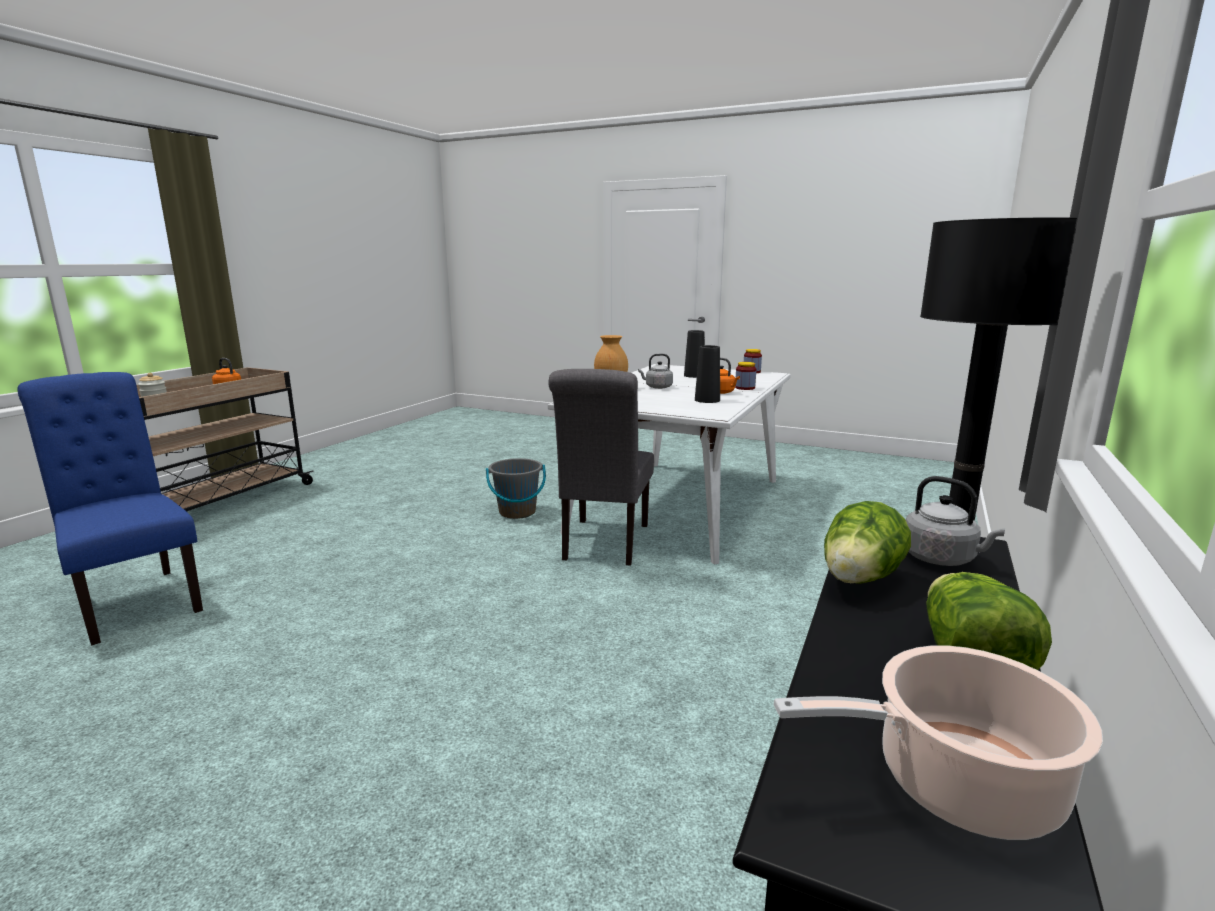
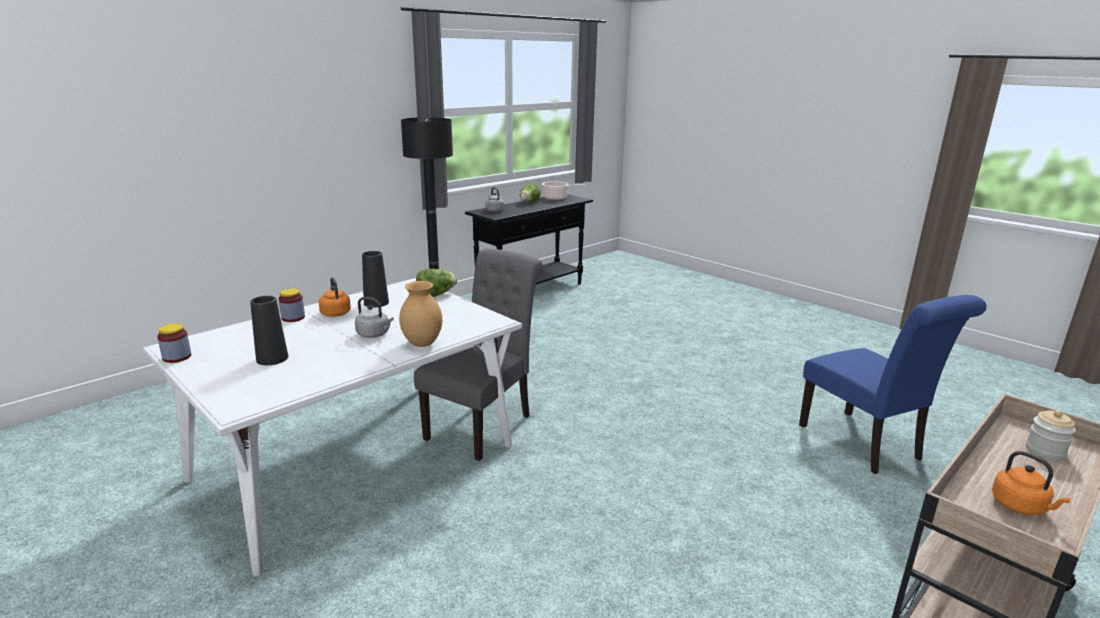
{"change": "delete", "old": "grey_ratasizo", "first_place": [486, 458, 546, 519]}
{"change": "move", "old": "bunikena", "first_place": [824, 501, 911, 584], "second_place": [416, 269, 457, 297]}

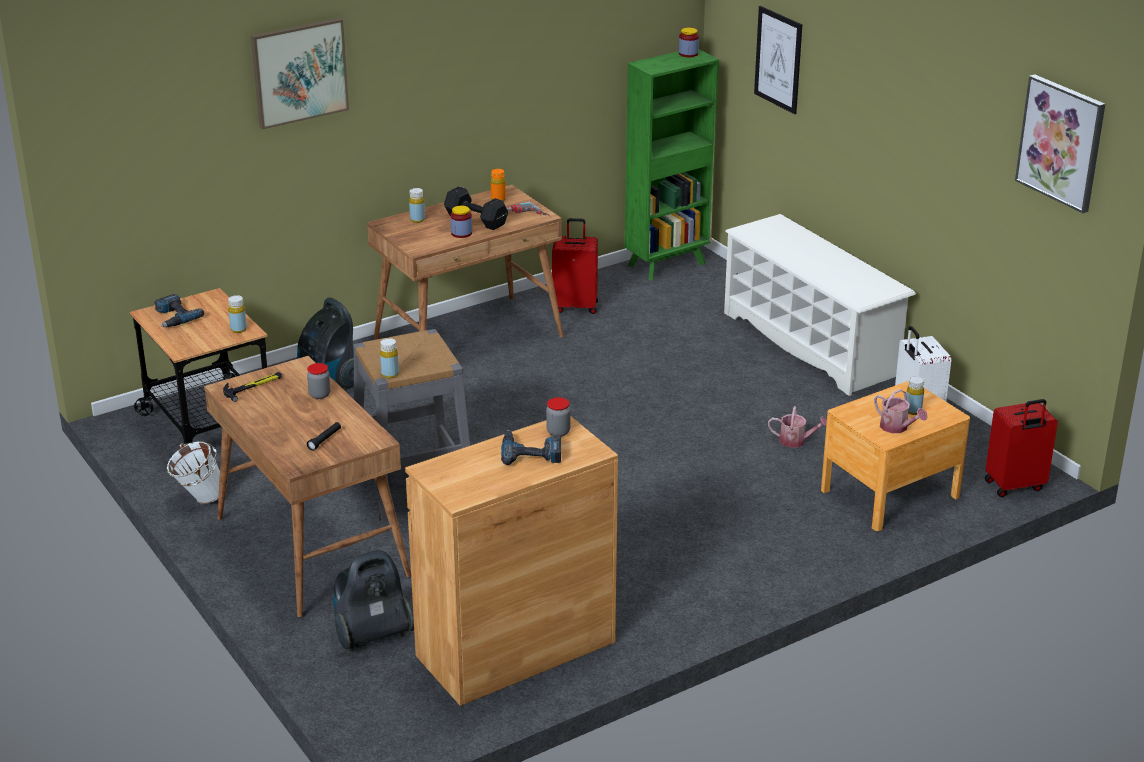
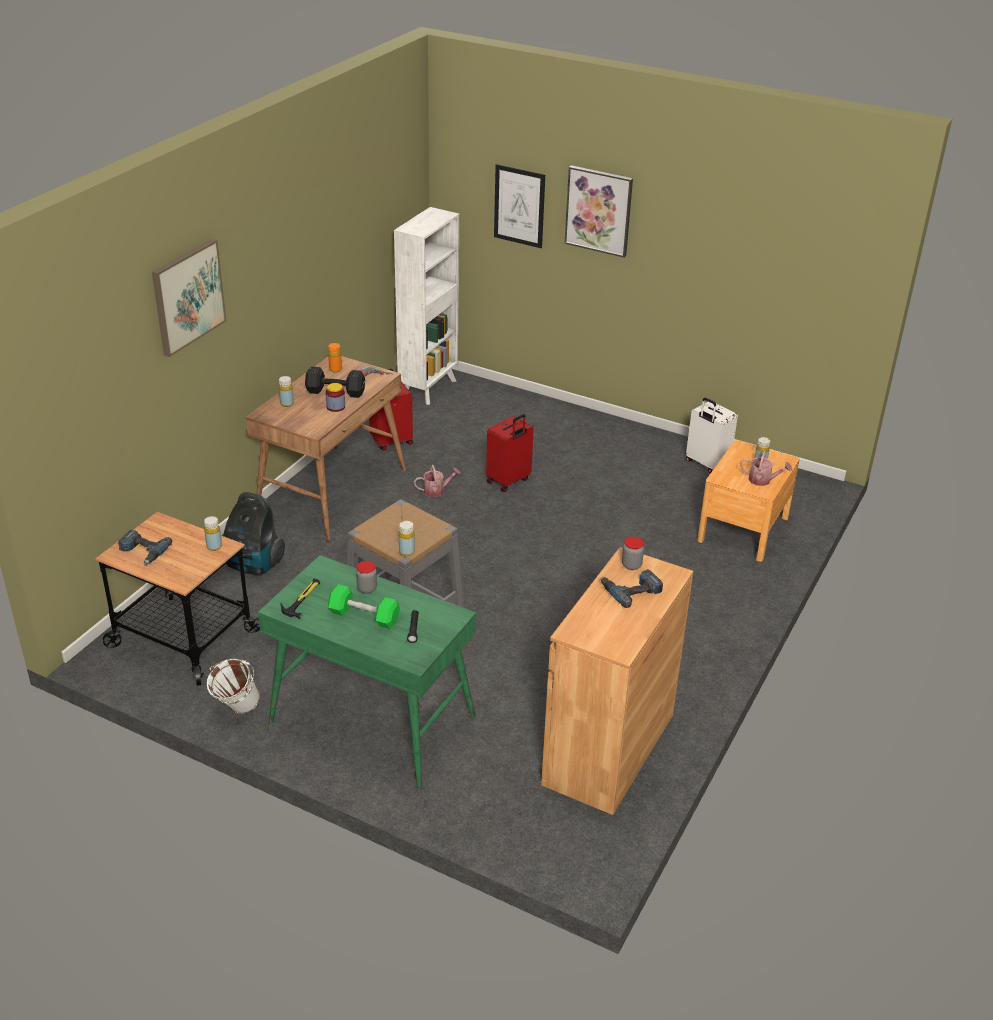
{"change": "delete", "old": "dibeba", "first_place": [679, 28, 699, 57]}
{"change": "recolor", "old": "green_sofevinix", "new": "white_sofevinix", "first_place": [625, 50, 719, 281], "second_place": [394, 207, 459, 405]}
{"change": "move", "old": "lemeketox", "first_place": [1015, 74, 1105, 213], "second_place": [564, 165, 633, 257]}
{"change": "delete", "old": "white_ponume", "first_place": [724, 214, 916, 396]}
{"change": "recolor", "old": "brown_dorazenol", "new": "green_dorazenol", "first_place": [204, 356, 411, 617], "second_place": [258, 555, 476, 788]}
{"change": "move", "old": "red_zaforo", "first_place": [985, 399, 1058, 497], "second_place": [486, 414, 534, 492]}
{"change": "move", "old": "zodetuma", "first_place": [768, 406, 827, 448], "second_place": [414, 465, 461, 497]}
{"change": "delete", "old": "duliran", "first_place": [334, 550, 414, 651]}
{"change": "insert", "new": "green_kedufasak", "second_place": [328, 584, 400, 629]}

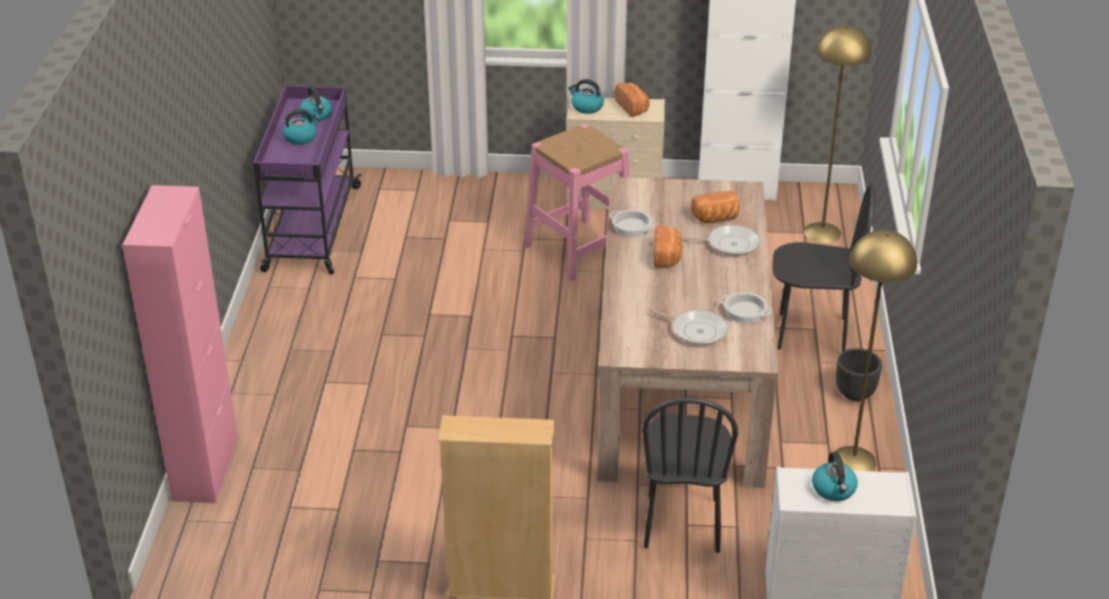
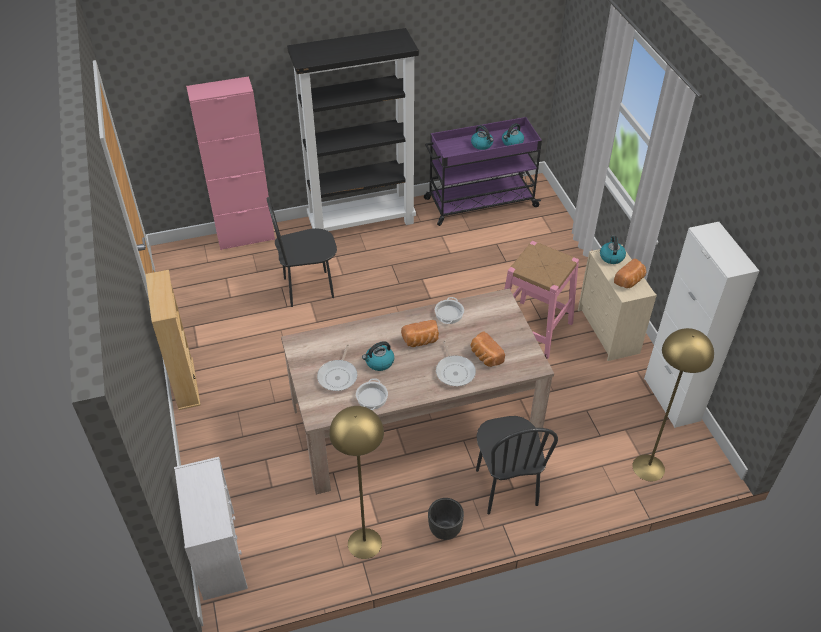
{"change": "move", "old": "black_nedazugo", "first_place": [642, 398, 738, 553], "second_place": [266, 197, 337, 307]}
{"change": "move", "old": "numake", "first_place": [812, 452, 858, 501], "second_place": [362, 341, 394, 371]}
{"change": "insert", "new": "black_sofevinix", "second_place": [287, 28, 419, 231]}

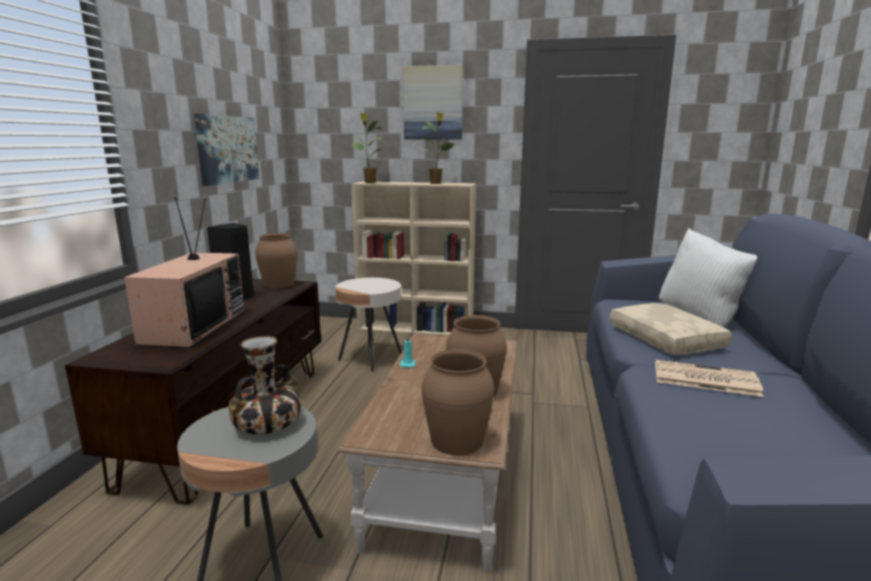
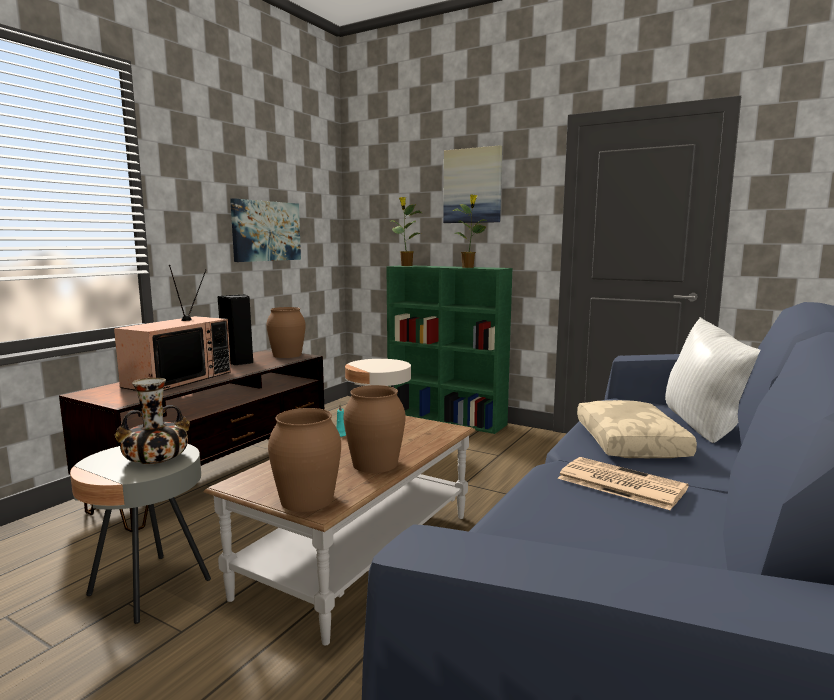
{"change": "recolor", "old": "beige_sofevinix", "new": "green_sofevinix", "first_place": [351, 182, 476, 336], "second_place": [386, 265, 512, 434]}

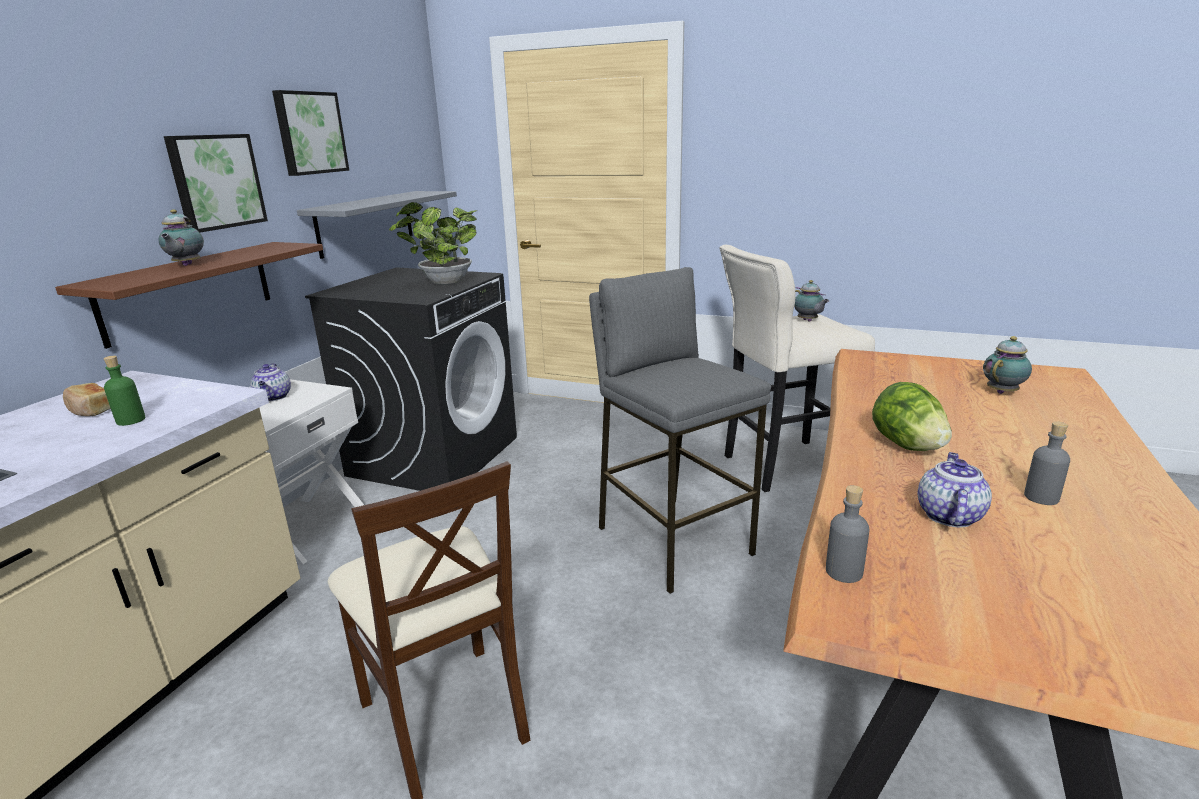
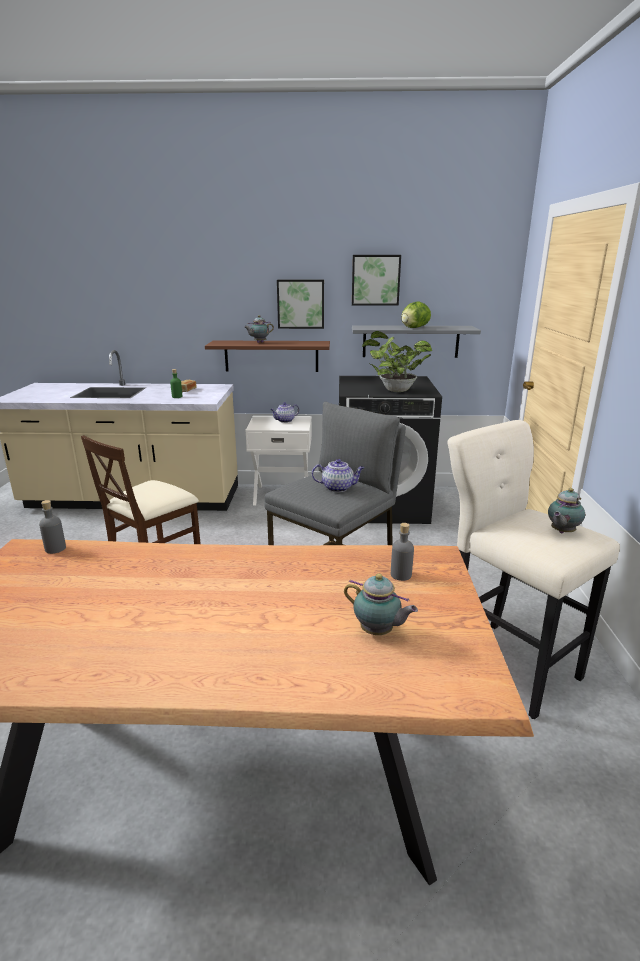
{"change": "move", "old": "bunikena", "first_place": [872, 382, 952, 451], "second_place": [401, 301, 431, 328]}
{"change": "move", "old": "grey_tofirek", "first_place": [1024, 421, 1070, 505], "second_place": [391, 523, 414, 581]}
{"change": "move", "old": "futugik", "first_place": [918, 452, 992, 527], "second_place": [312, 459, 365, 492]}

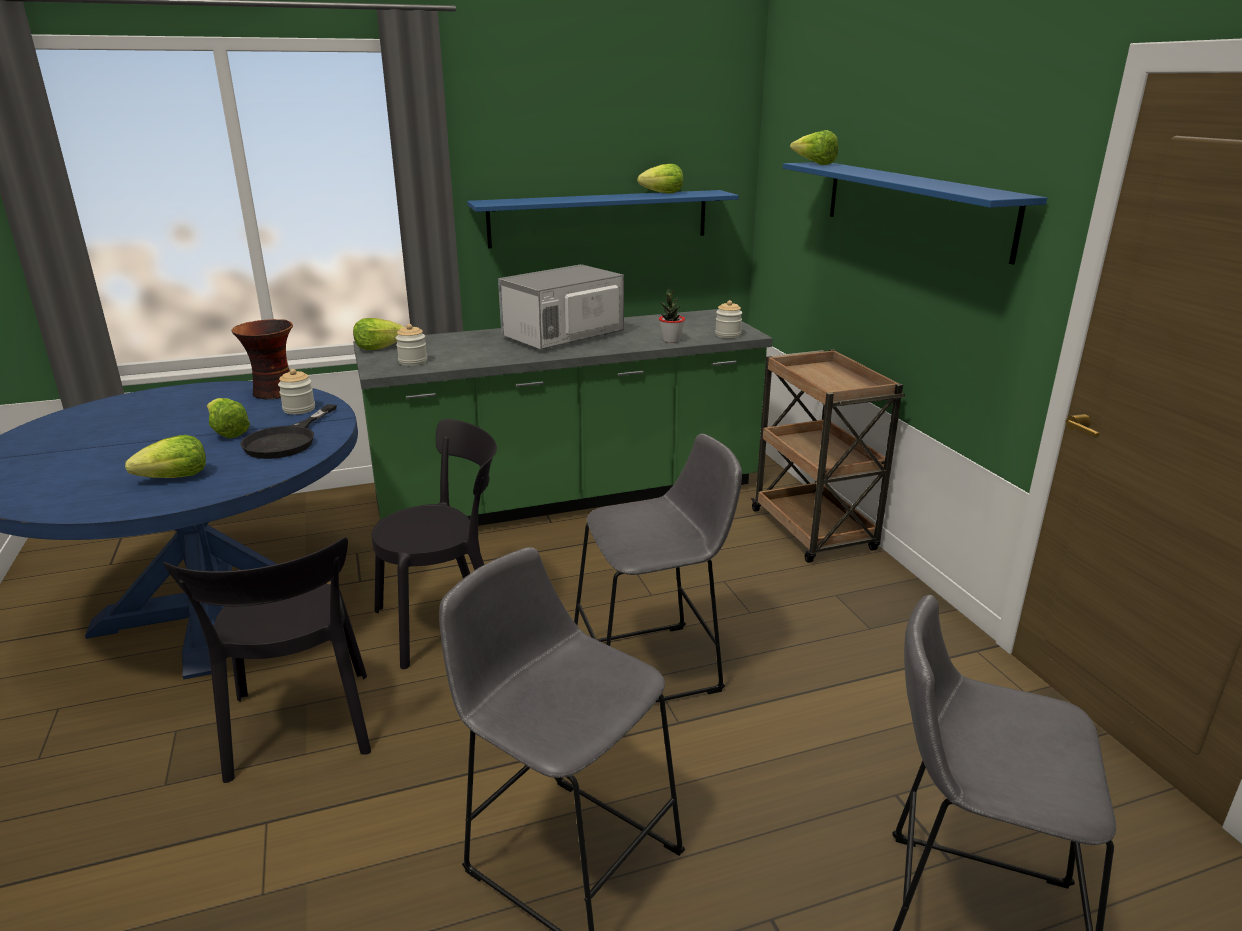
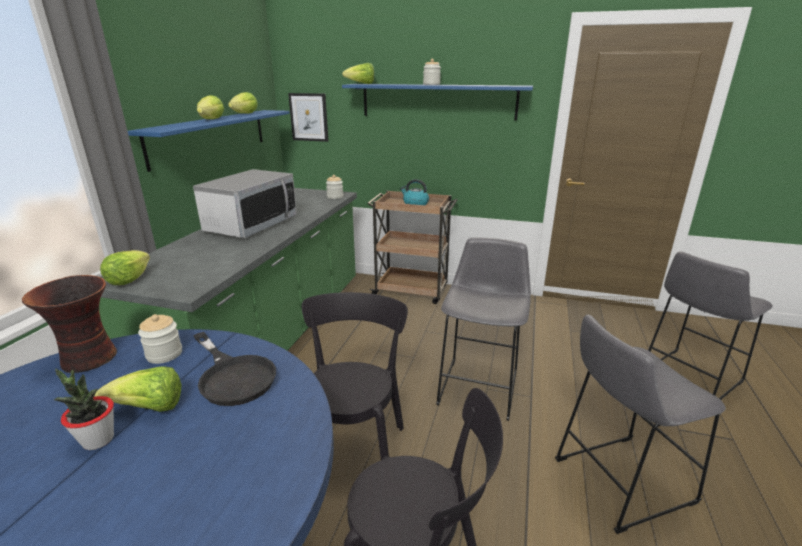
{"change": "rotate", "old": "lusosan", "first_place": [498, 264, 624, 349], "second_place": [193, 169, 297, 238], "degrees": -150}
{"change": "move", "old": "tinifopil", "first_place": [659, 288, 685, 343], "second_place": [54, 369, 114, 450]}
{"change": "move", "old": "dibeba", "first_place": [396, 324, 427, 366], "second_place": [423, 59, 441, 85]}
{"change": "move", "old": "bunikena", "first_place": [125, 435, 206, 478], "second_place": [197, 95, 224, 119]}
{"change": "insert", "new": "lemeketox", "second_place": [288, 93, 328, 142]}
{"change": "insert", "new": "numake", "second_place": [400, 179, 429, 205]}

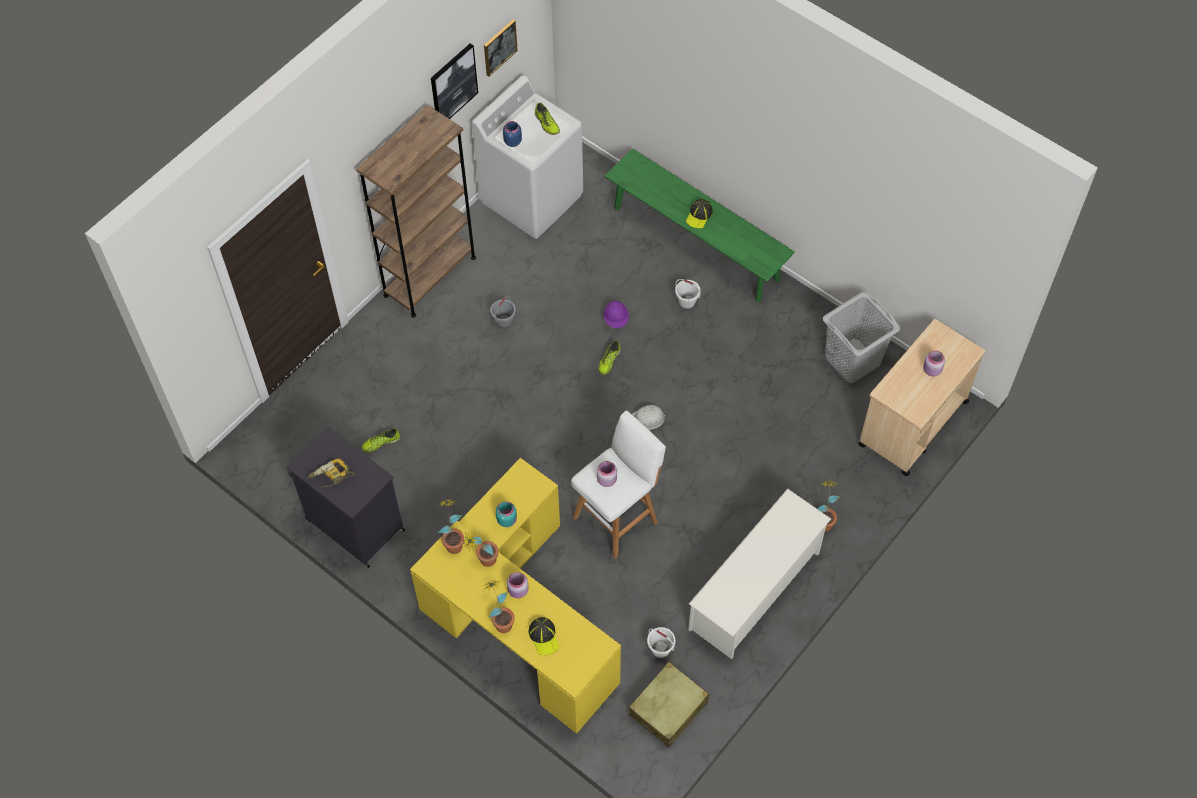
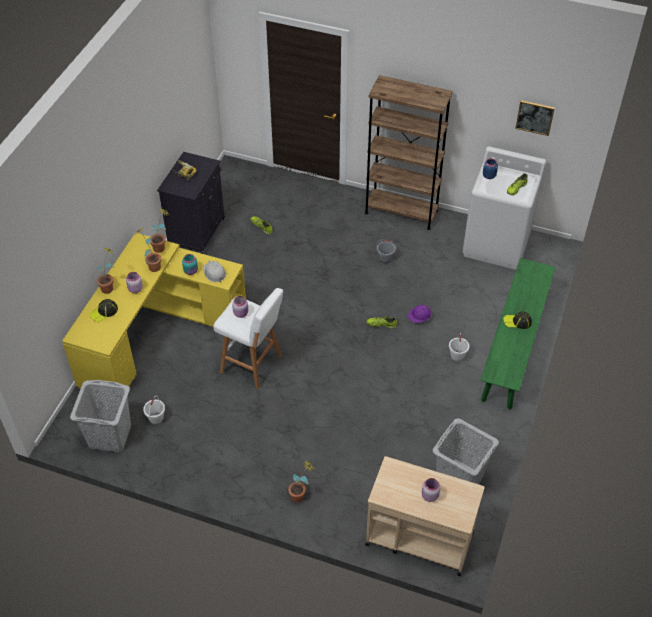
{"change": "delete", "old": "lemeketox", "first_place": [431, 44, 478, 119]}
{"change": "move", "old": "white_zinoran", "first_place": [632, 405, 666, 430], "second_place": [203, 261, 226, 282]}
{"change": "delete", "old": "white_ponume", "first_place": [688, 488, 831, 659]}
{"change": "replace", "old": "beige_zaforo", "new": "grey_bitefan", "first_place": [629, 662, 709, 747], "second_place": [70, 380, 131, 452]}

